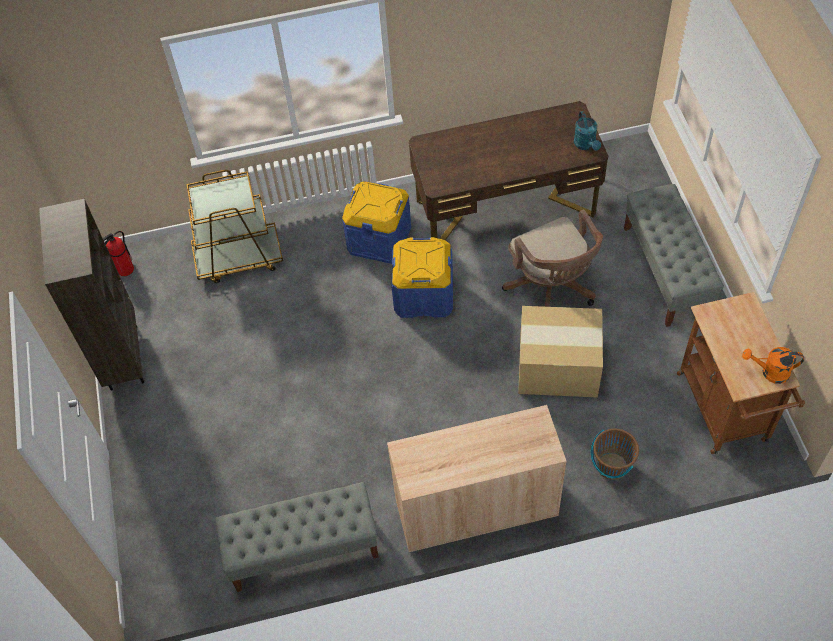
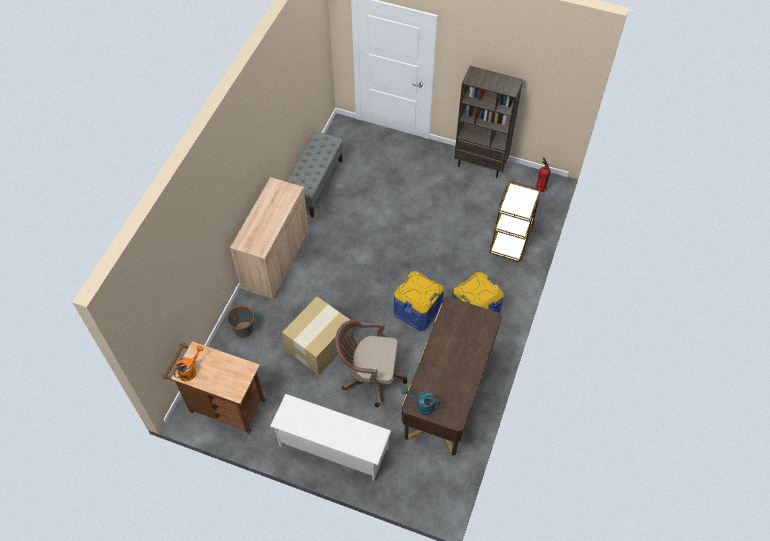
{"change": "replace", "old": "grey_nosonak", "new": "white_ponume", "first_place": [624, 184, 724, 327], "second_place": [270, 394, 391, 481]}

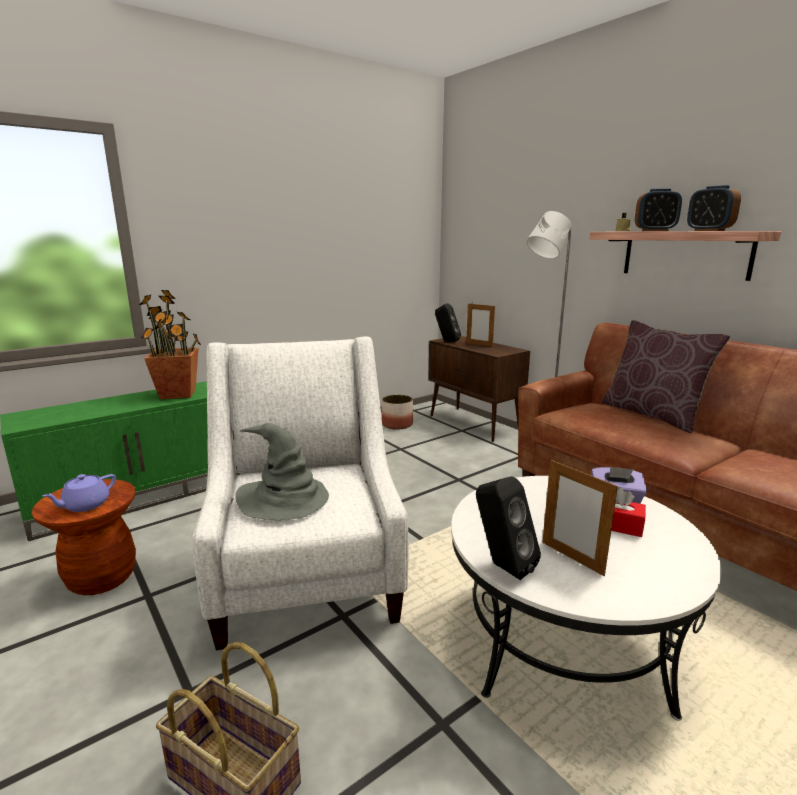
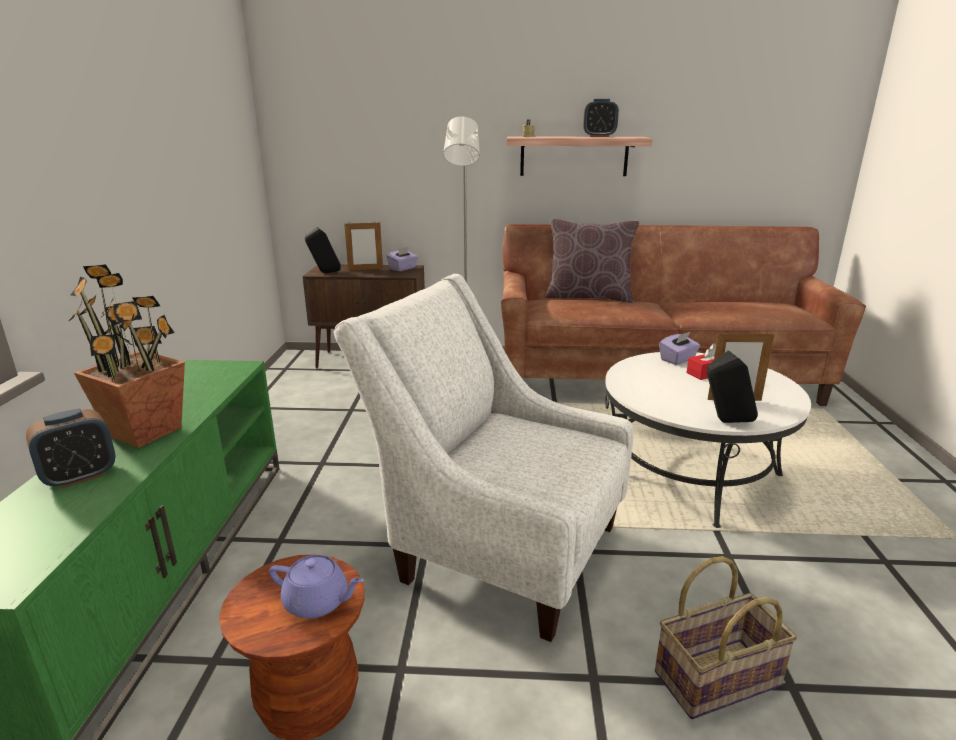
{"change": "move", "old": "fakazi", "first_place": [635, 189, 682, 231], "second_place": [26, 409, 116, 489]}
{"change": "delete", "old": "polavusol", "first_place": [382, 395, 413, 430]}
{"change": "delete", "old": "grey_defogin", "first_place": [235, 423, 329, 520]}
{"change": "rotate", "old": "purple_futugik", "first_place": [42, 474, 116, 512], "second_place": [269, 555, 364, 618], "degrees": -60}
{"change": "insert", "new": "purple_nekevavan", "second_place": [386, 247, 418, 271]}

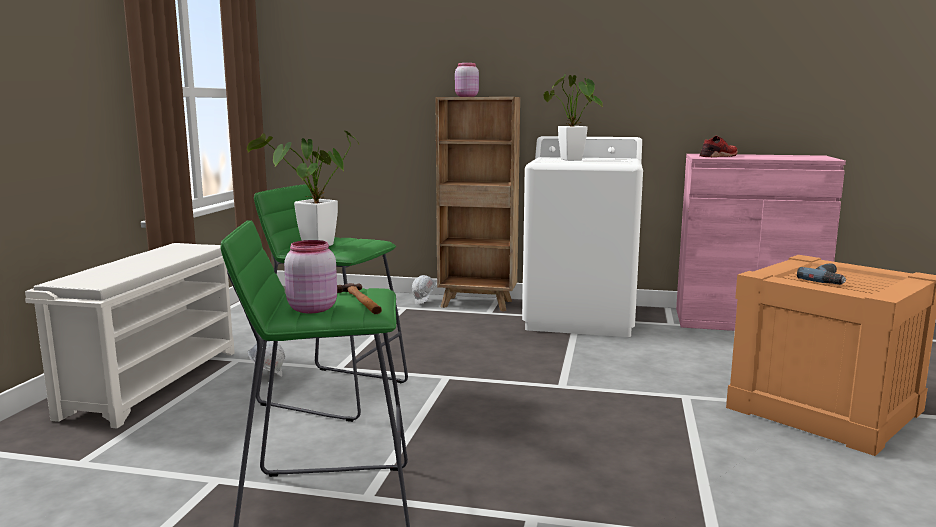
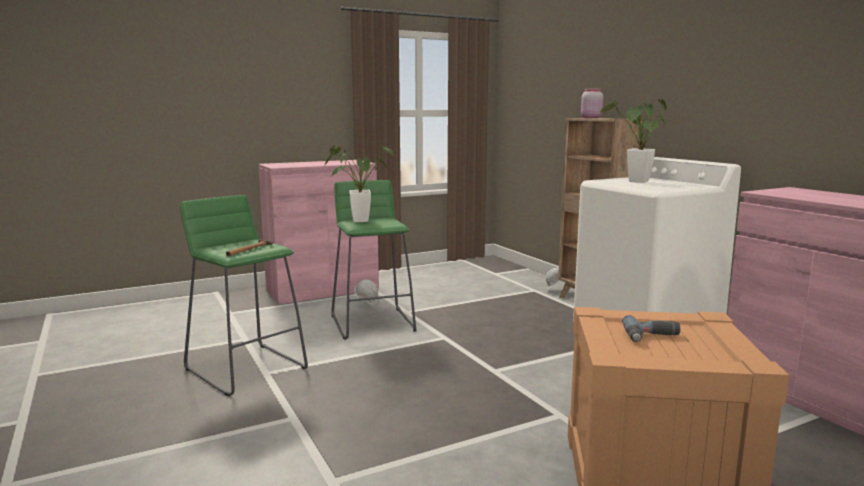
{"change": "delete", "old": "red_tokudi", "first_place": [700, 136, 738, 157]}
{"change": "delete", "old": "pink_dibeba", "first_place": [284, 240, 337, 313]}
{"change": "replace", "old": "white_ponume", "new": "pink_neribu", "first_place": [25, 243, 235, 428], "second_place": [258, 160, 379, 304]}

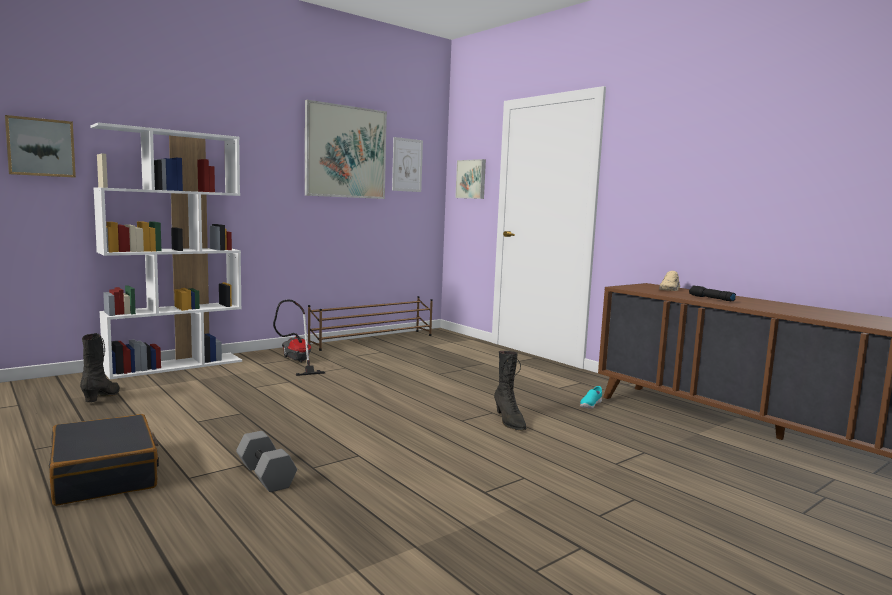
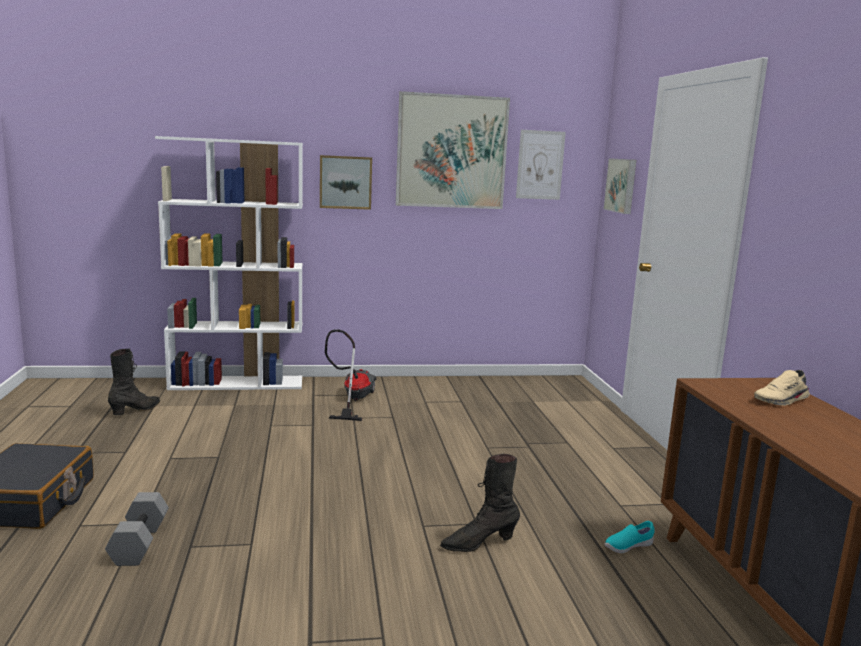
{"change": "move", "old": "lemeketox", "first_place": [5, 115, 76, 178], "second_place": [320, 155, 372, 210]}
{"change": "delete", "old": "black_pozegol", "first_place": [689, 286, 736, 301]}
{"change": "delete", "old": "brown_ponume", "first_place": [308, 296, 433, 351]}
{"change": "rotate", "old": "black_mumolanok", "first_place": [494, 351, 526, 431], "second_place": [440, 454, 520, 552], "degrees": 60}

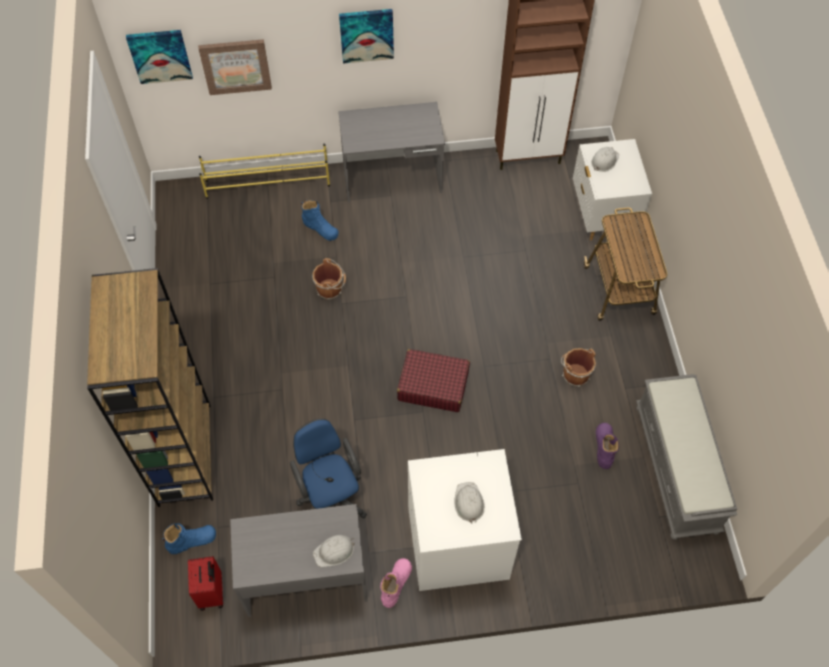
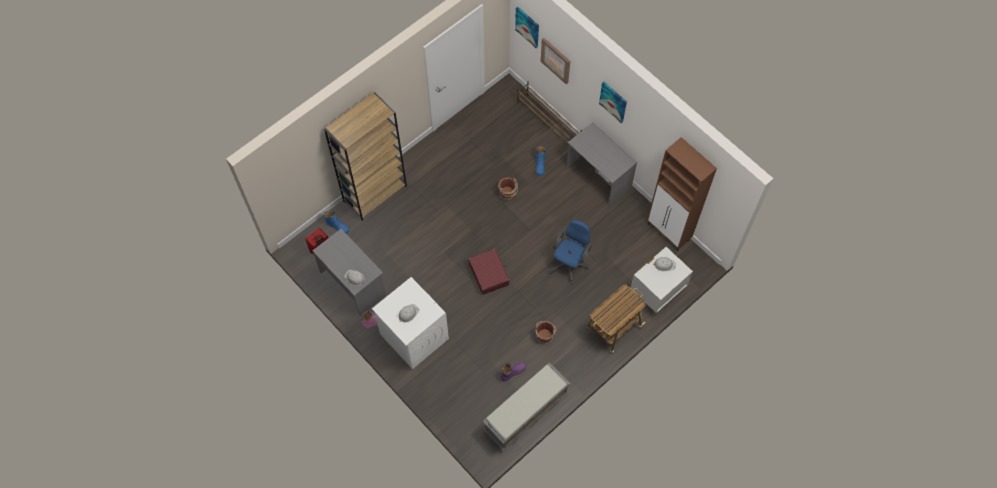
{"change": "recolor", "old": "yellow_ponume", "new": "brown_ponume", "first_place": [199, 144, 330, 199], "second_place": [517, 82, 582, 143]}
{"change": "move", "old": "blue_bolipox", "first_place": [290, 418, 367, 519], "second_place": [549, 220, 592, 284]}

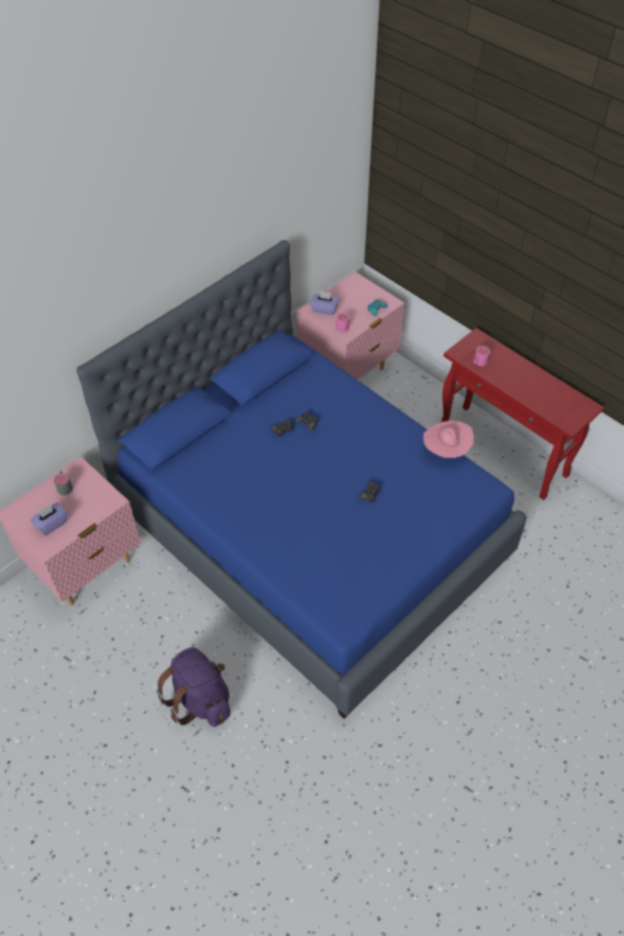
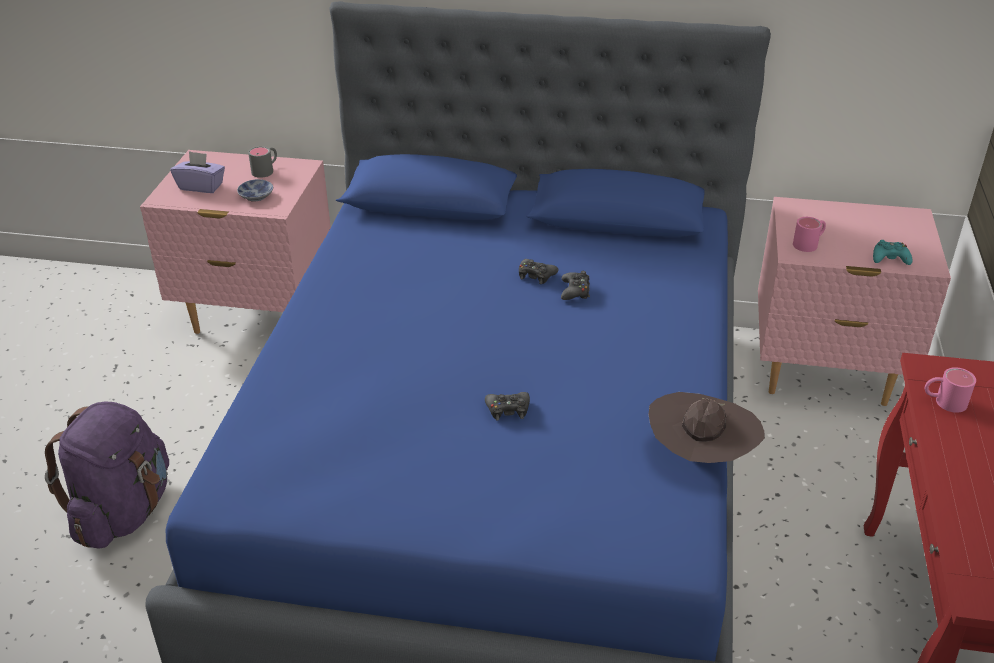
{"change": "delete", "old": "purple_nekevavan", "first_place": [310, 291, 339, 315]}
{"change": "recolor", "old": "pink_defogin", "new": "brown_defogin", "first_place": [423, 420, 474, 458], "second_place": [649, 392, 765, 463]}
{"change": "insert", "new": "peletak", "second_place": [237, 179, 273, 201]}

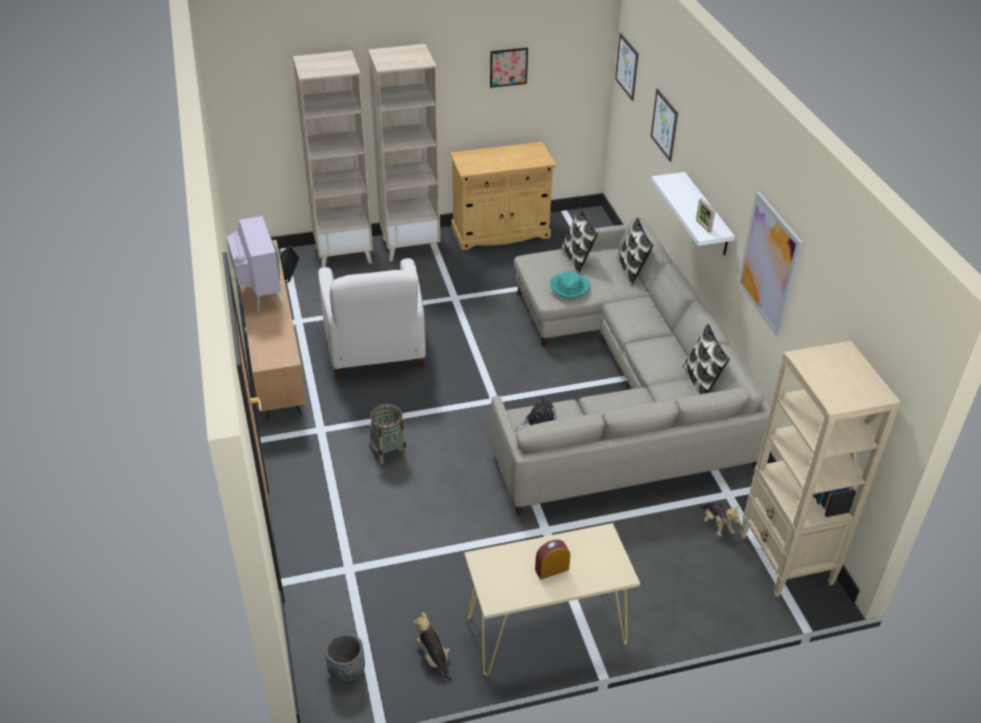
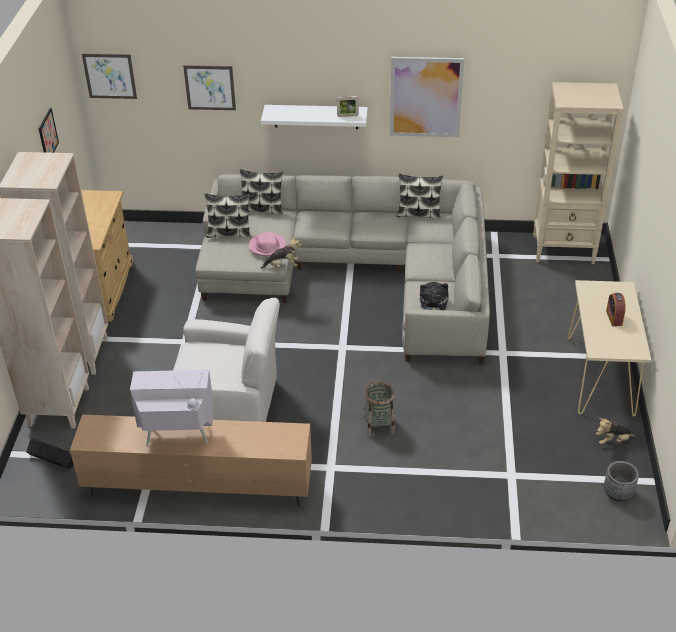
{"change": "recolor", "old": "turquoise_defogin", "new": "pink_defogin", "first_place": [550, 271, 590, 299], "second_place": [249, 232, 286, 256]}
{"change": "move", "old": "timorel", "first_place": [699, 503, 741, 537], "second_place": [260, 236, 302, 269]}

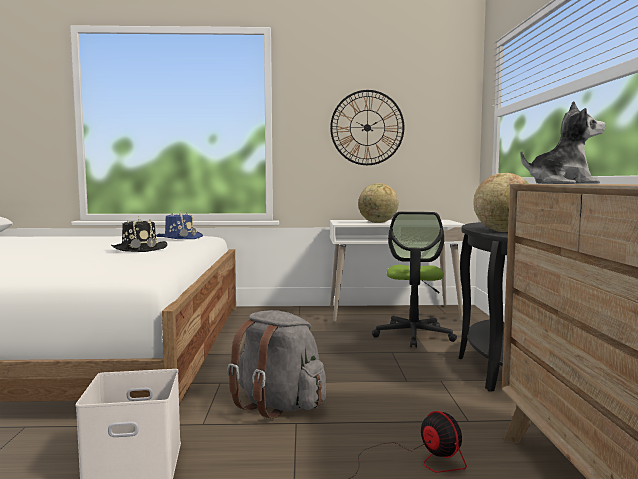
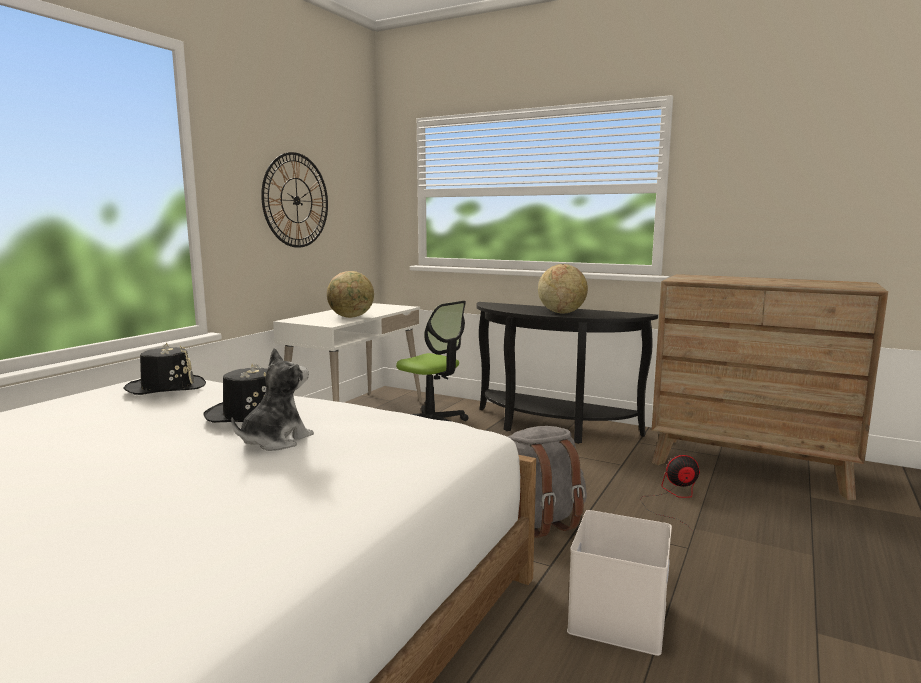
{"change": "move", "old": "timorel", "first_place": [520, 101, 605, 184], "second_place": [231, 348, 314, 451]}
{"change": "recolor", "old": "blue_defogin", "new": "black_defogin", "first_place": [156, 211, 203, 239], "second_place": [123, 342, 206, 395]}

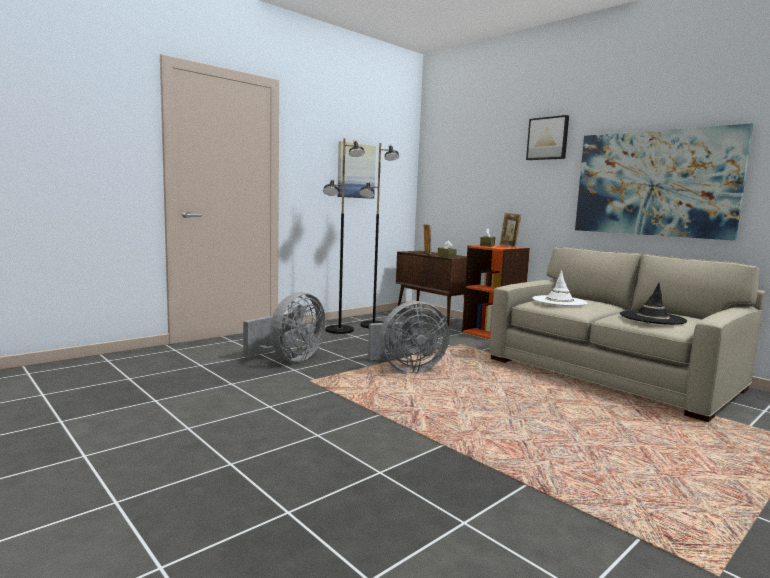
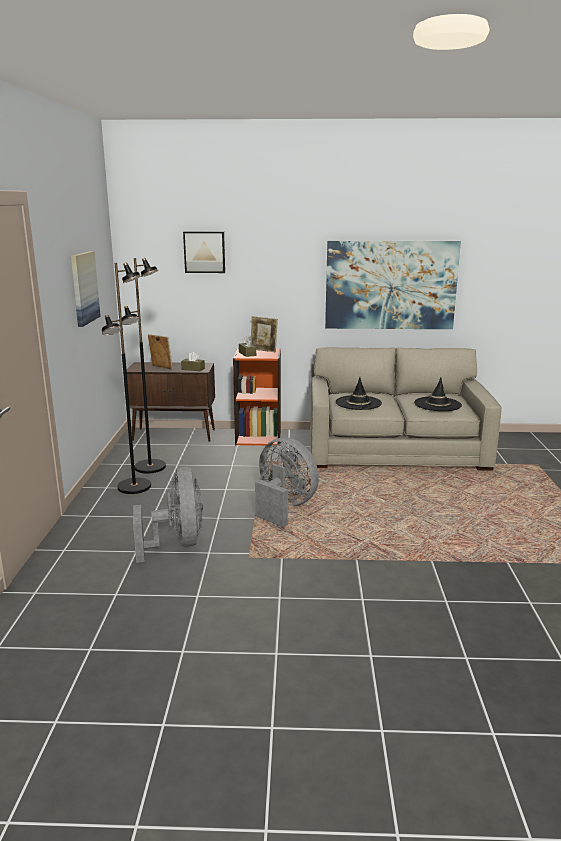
{"change": "move", "old": "lemeketox", "first_place": [526, 115, 569, 160], "second_place": [183, 231, 225, 273]}
{"change": "recolor", "old": "white_defogin", "new": "black_defogin", "first_place": [533, 270, 587, 306], "second_place": [336, 377, 382, 410]}
{"change": "rotate", "old": "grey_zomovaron", "first_place": [368, 301, 450, 373], "second_place": [255, 438, 319, 527], "degrees": -75}

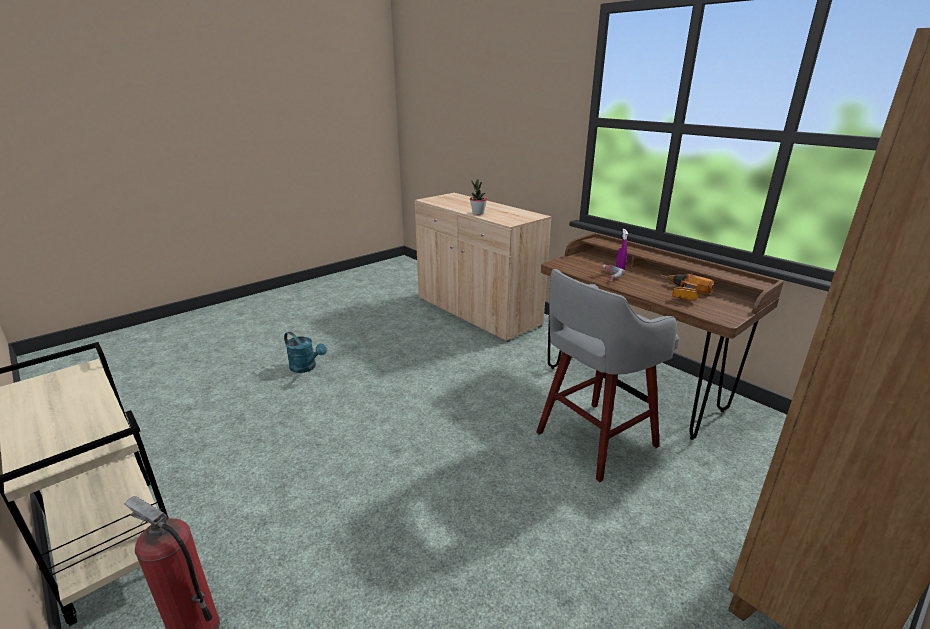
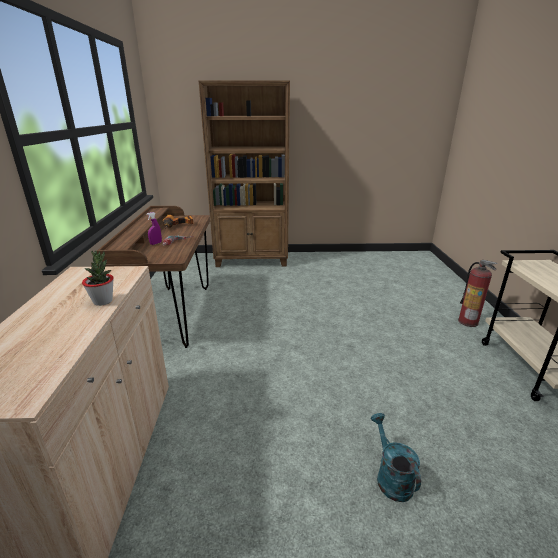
{"change": "delete", "old": "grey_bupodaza", "first_place": [536, 269, 679, 482]}

